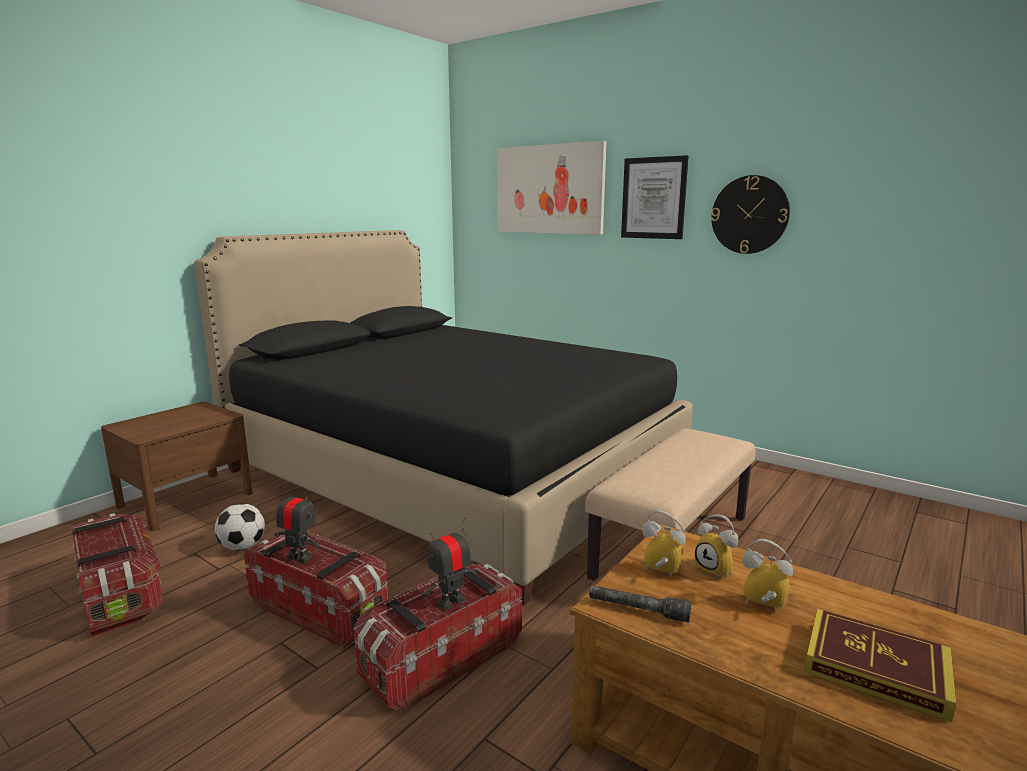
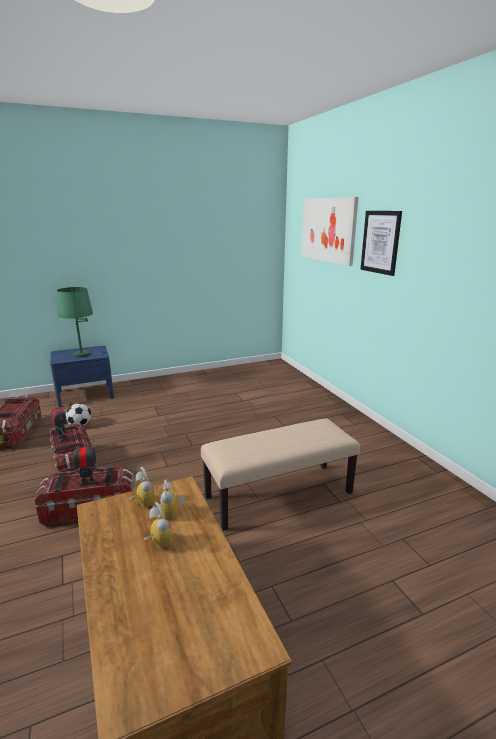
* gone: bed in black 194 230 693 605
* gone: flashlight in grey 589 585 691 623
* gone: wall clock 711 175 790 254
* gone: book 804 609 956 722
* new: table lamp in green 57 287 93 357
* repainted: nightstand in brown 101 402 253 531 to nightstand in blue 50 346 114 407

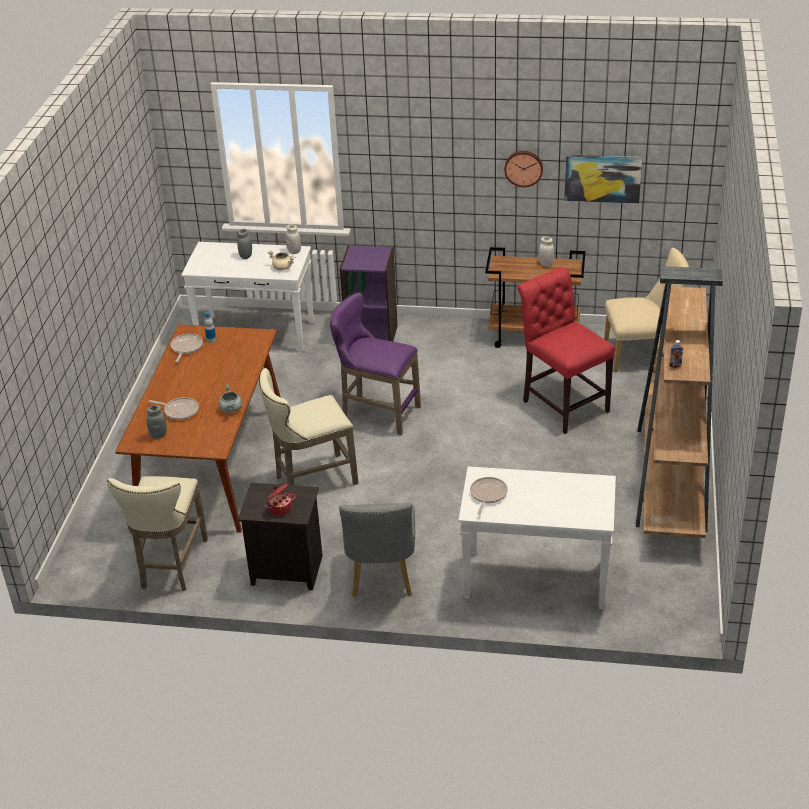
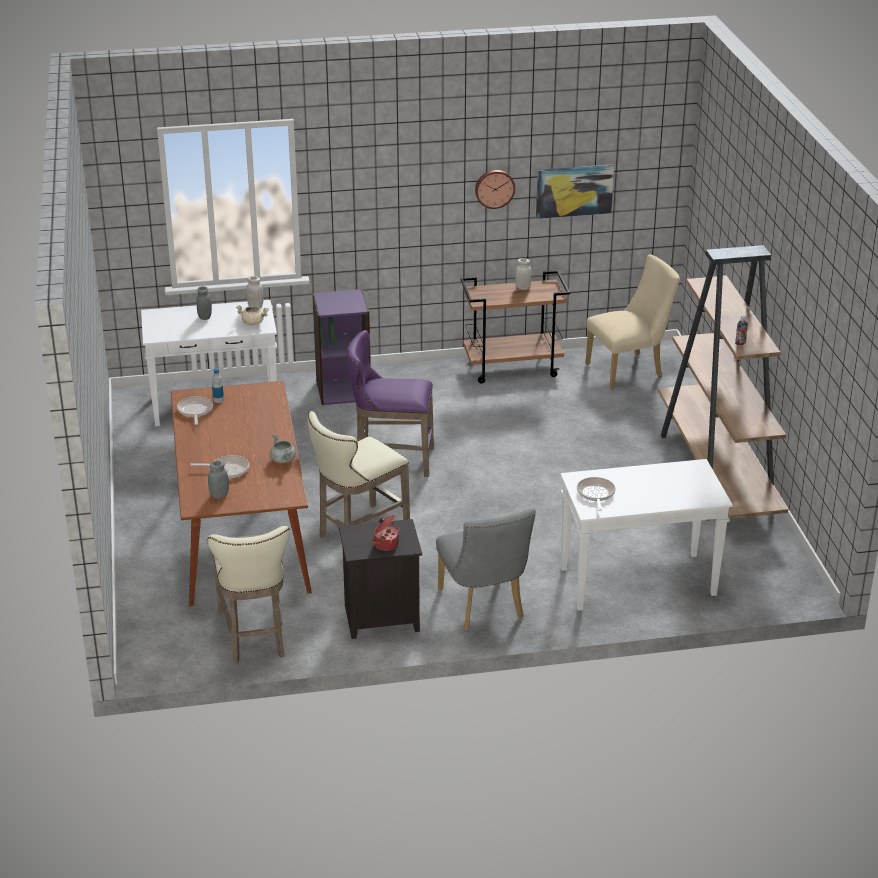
* gone: chair in red 518 267 615 434

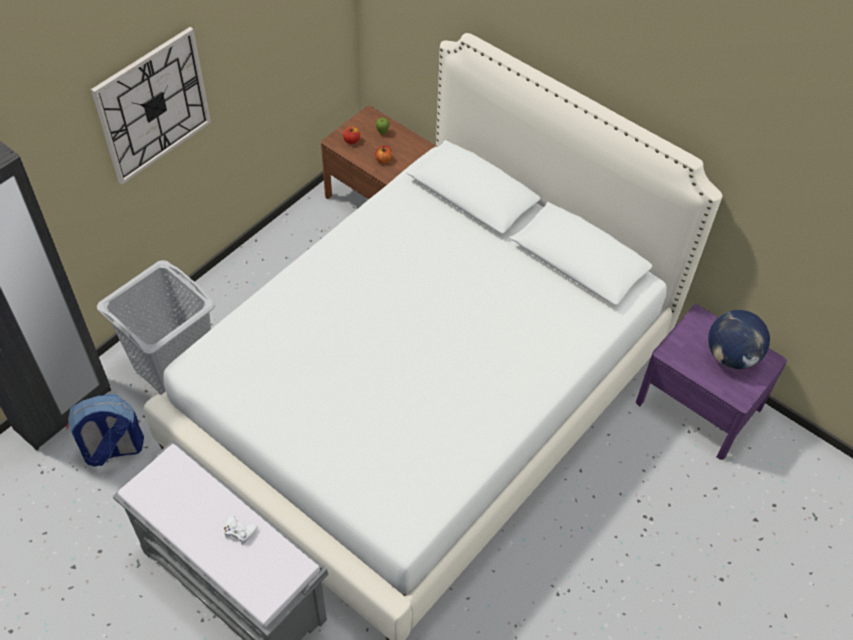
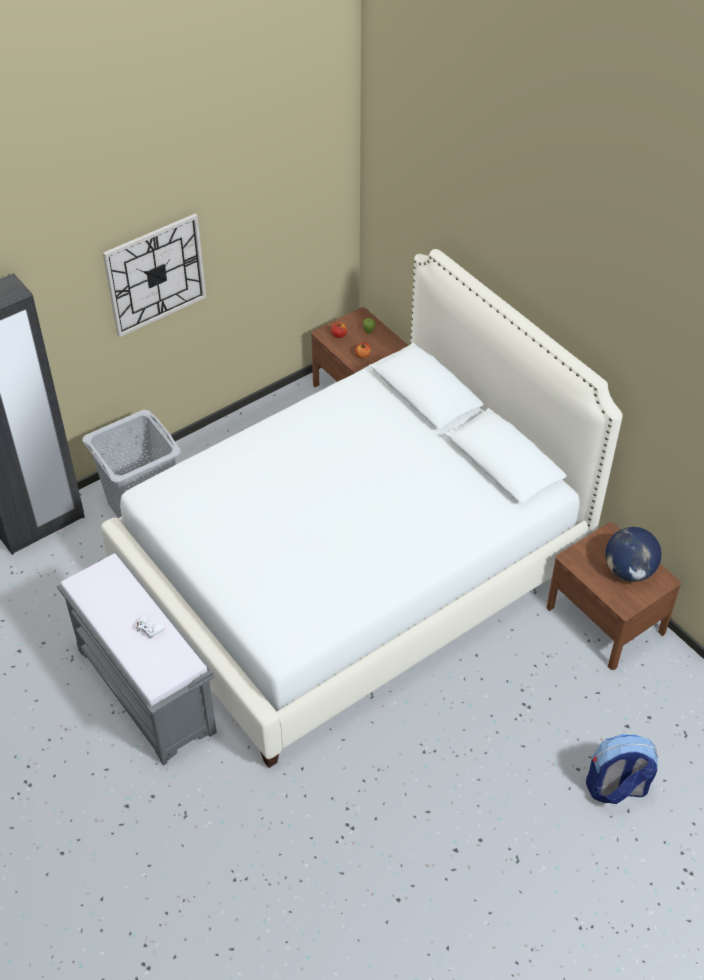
* shifted: backpack 66 394 144 467 to 586 734 658 804
* repainted: nightstand in purple 636 305 787 460 to nightstand in brown 546 522 681 670

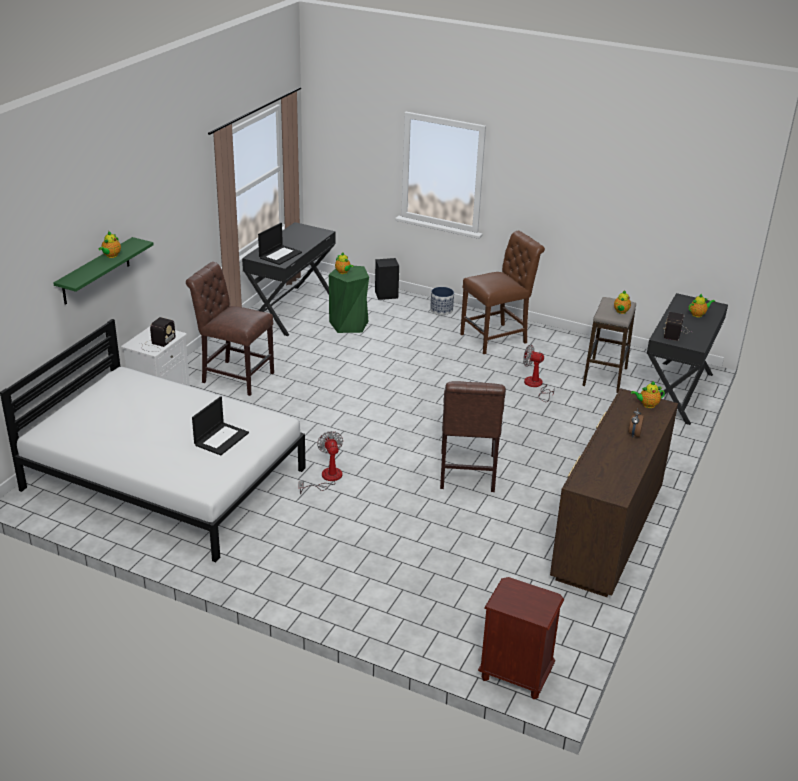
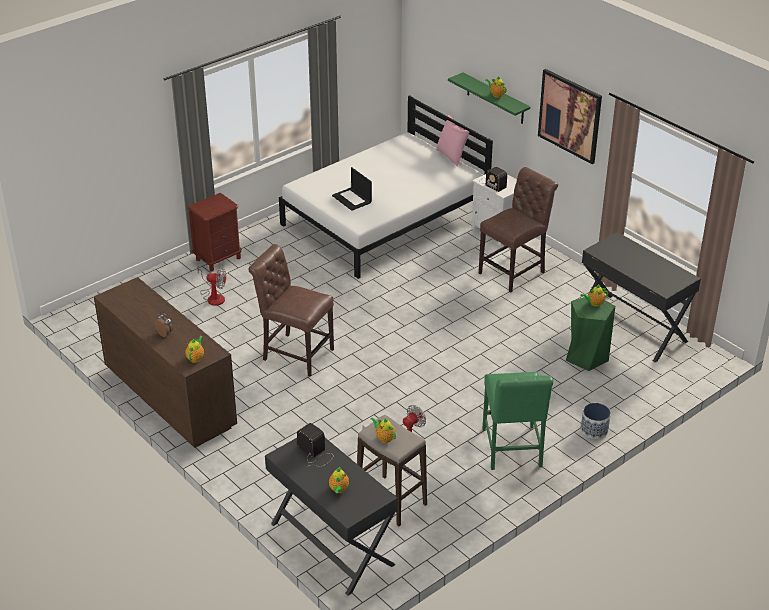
* gone: laptop 258 223 302 265
* gone: speaker in black 375 258 399 300
* new: pillow in pink 437 115 469 167
* new: picture 538 69 602 164
* shifted: fan 298 431 343 494 to 197 265 226 306
* shifted: nightstand in brown 478 577 564 699 to 187 193 242 272
* repainted: chair in brown 460 231 545 354 to chair in green 482 372 553 470

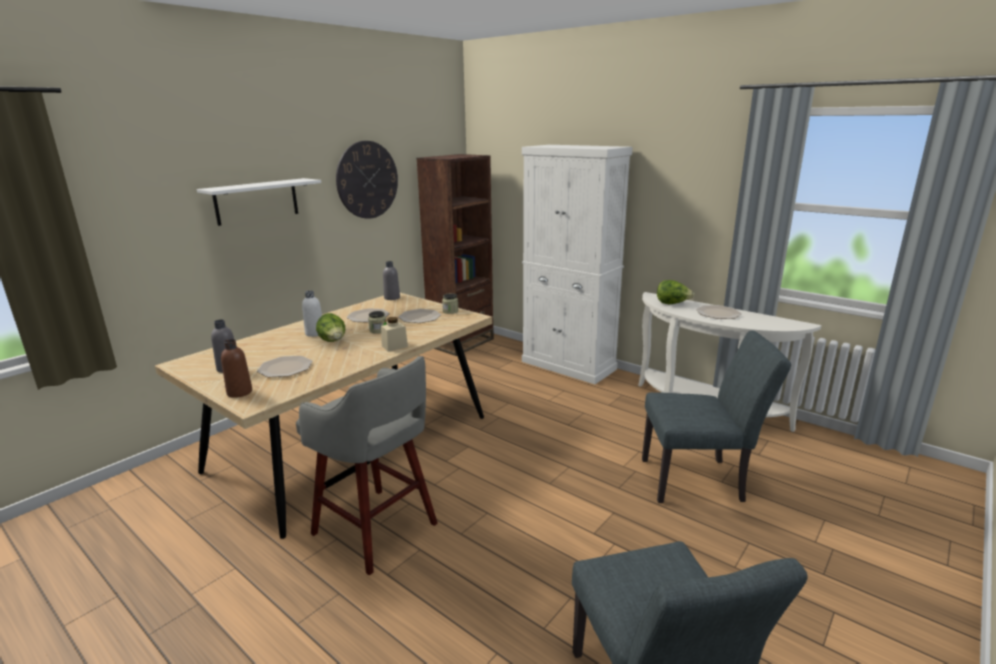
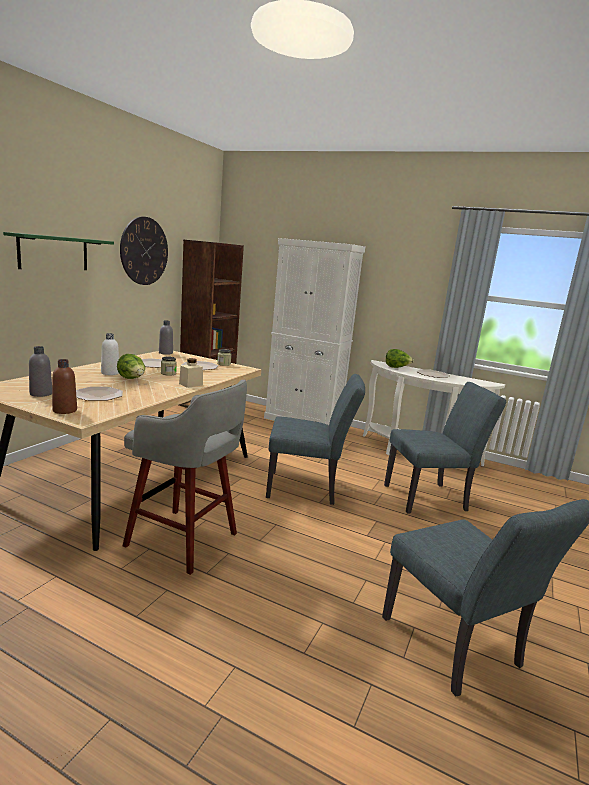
* new: chair in grey 266 374 365 505
* repainted: shelf in white 197 178 321 226 to shelf in green 3 232 114 270

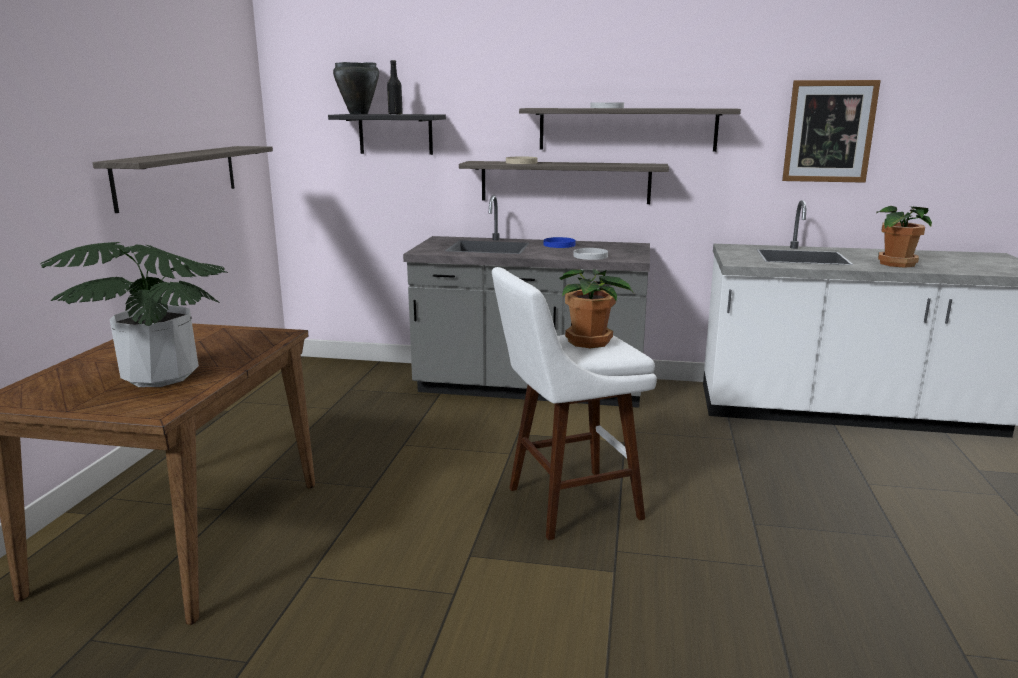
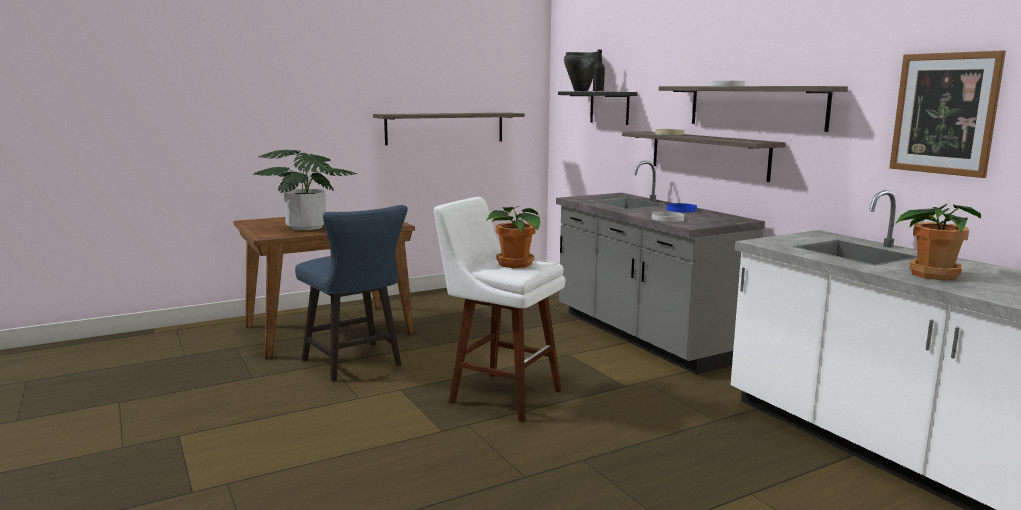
* new: chair in blue 295 205 408 382

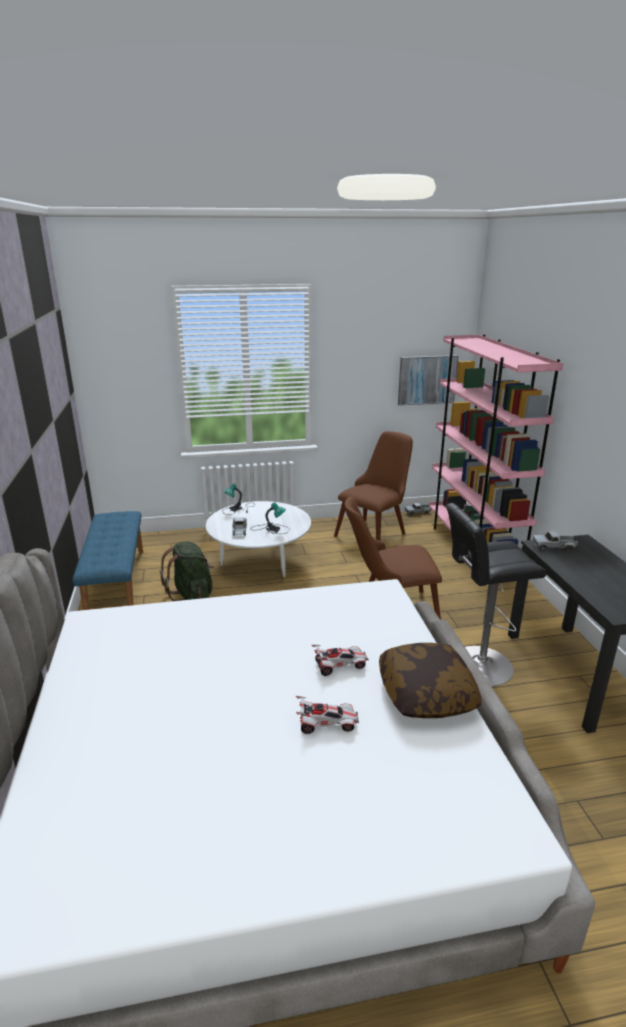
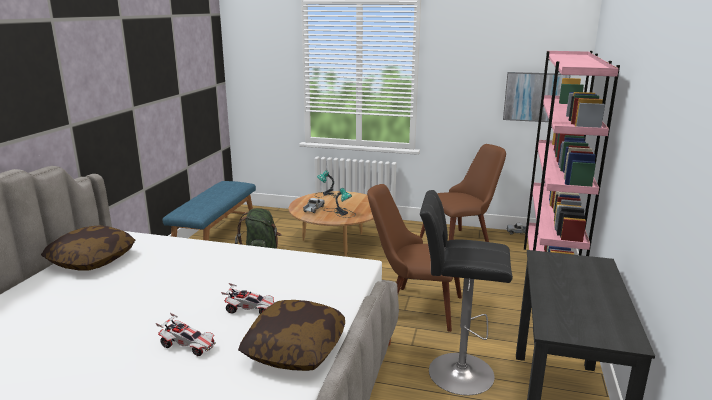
* gone: toy truck 532 531 579 551
* new: pillow 41 225 135 271
* repainted: coffee table in white 206 501 311 577 to coffee table in brown 289 191 374 257

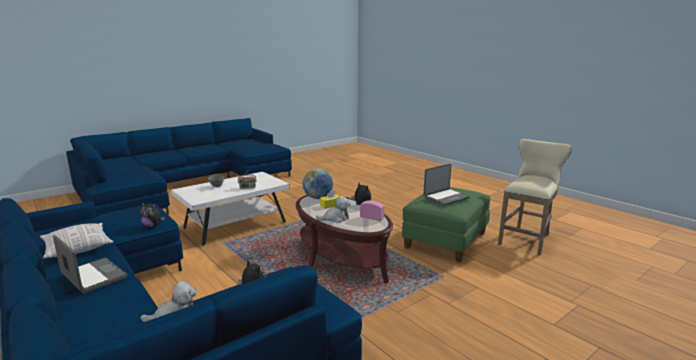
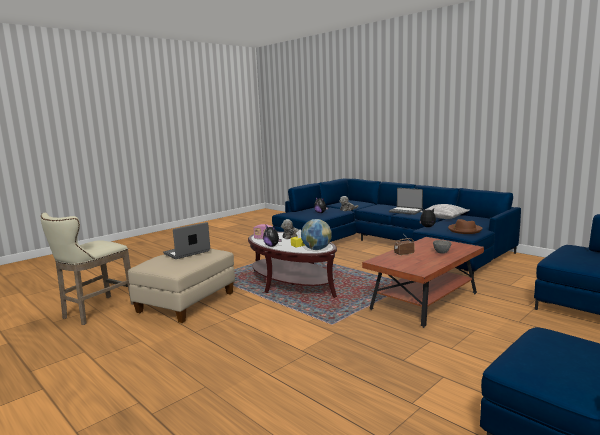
* new: hat in brown 448 219 483 234
* repainted: coffee table in white 171 172 290 246 to coffee table in brown 362 237 484 328
* repainted: ottoman in green 402 187 490 262 to ottoman in beige 128 248 235 323

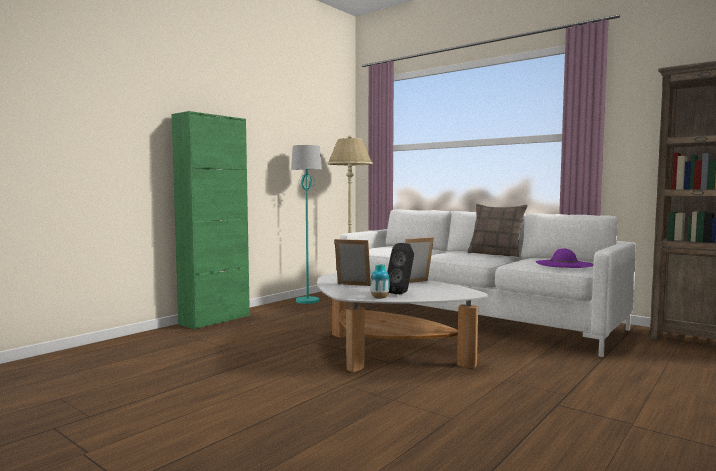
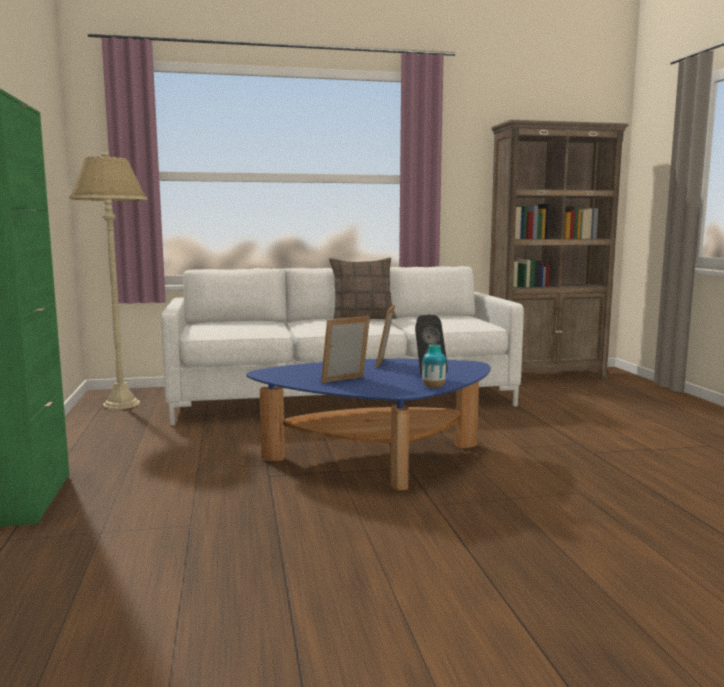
* gone: floor lamp in turquoise 291 145 322 304
* gone: hat in purple 536 248 593 268
* repainted: coffee table in white 317 273 488 372 to coffee table in blue 246 359 491 491

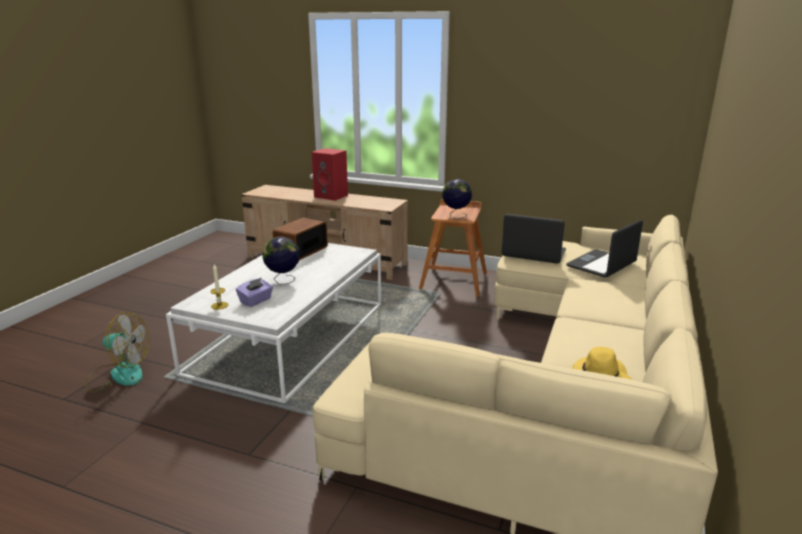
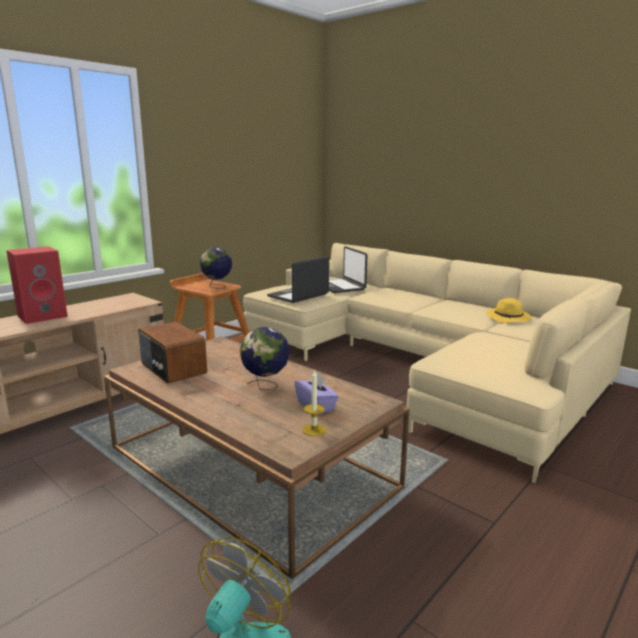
* repainted: coffee table in white 166 243 381 403 to coffee table in brown 104 336 410 579

